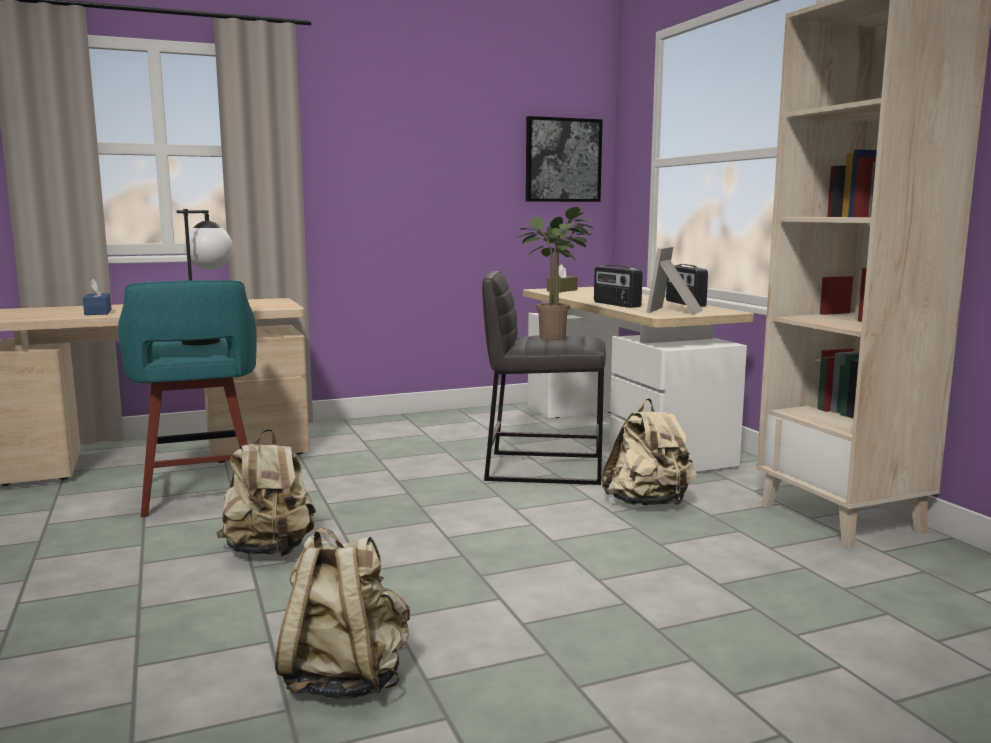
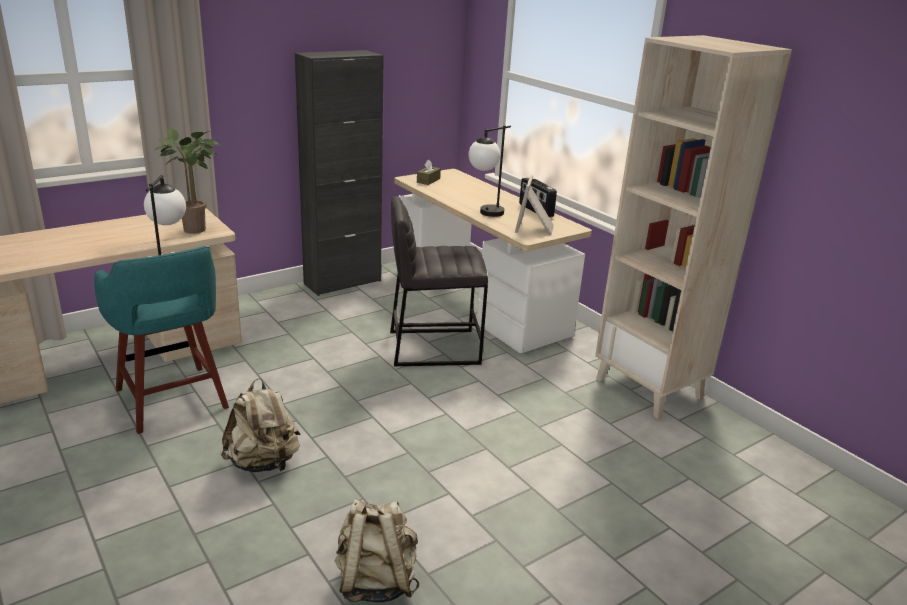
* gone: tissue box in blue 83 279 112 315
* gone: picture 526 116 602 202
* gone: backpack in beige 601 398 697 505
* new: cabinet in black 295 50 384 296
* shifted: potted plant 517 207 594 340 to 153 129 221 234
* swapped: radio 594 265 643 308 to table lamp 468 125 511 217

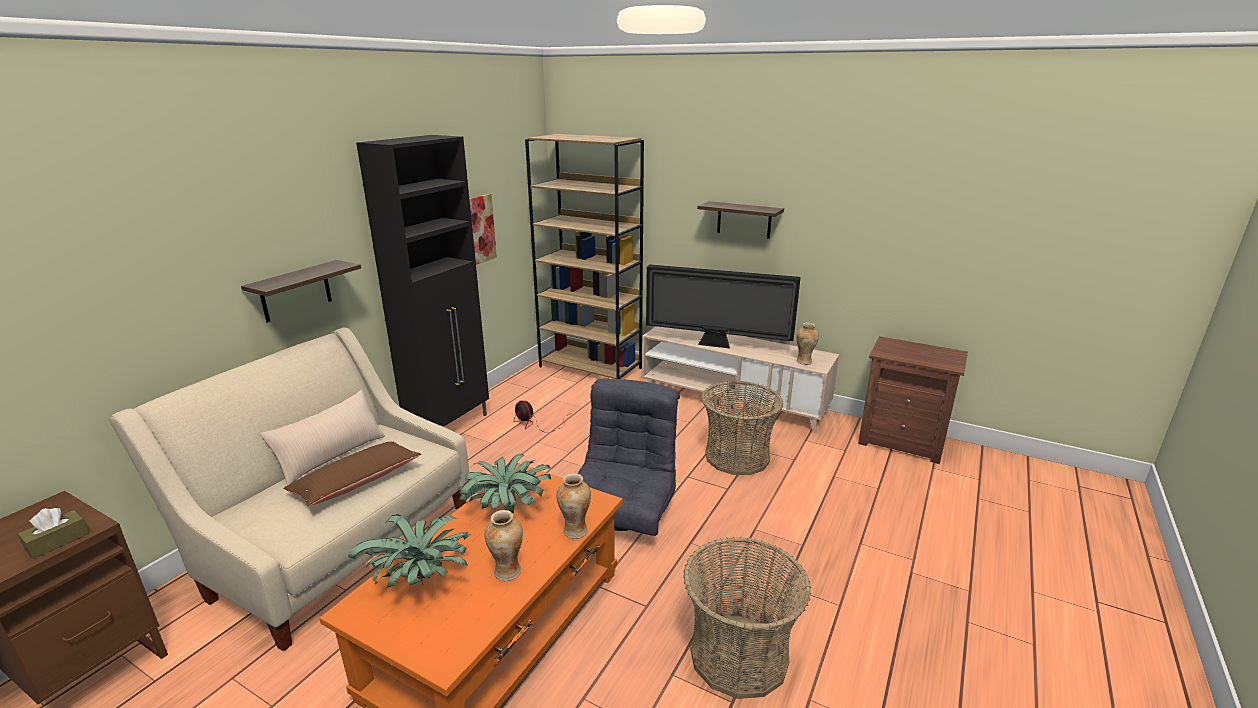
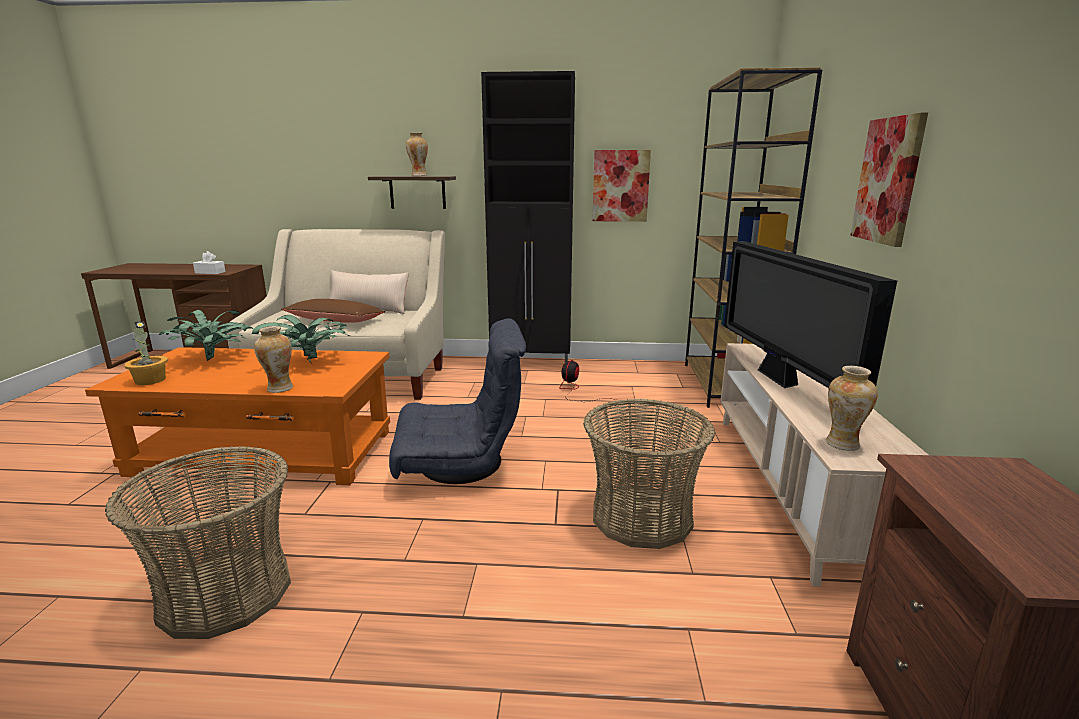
* new: potted plant 124 321 168 385
* shifted: vase 485 510 523 581 to 406 133 428 176
* swapped: shelf 697 201 784 239 to picture 850 112 928 247
* repainted: tissue box in brown 18 508 89 559 to tissue box in white 193 251 226 274

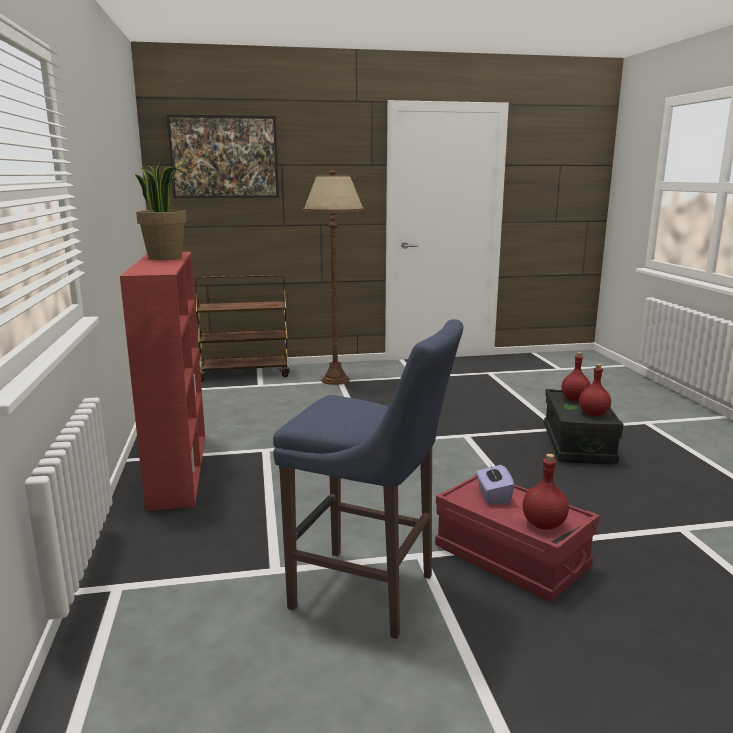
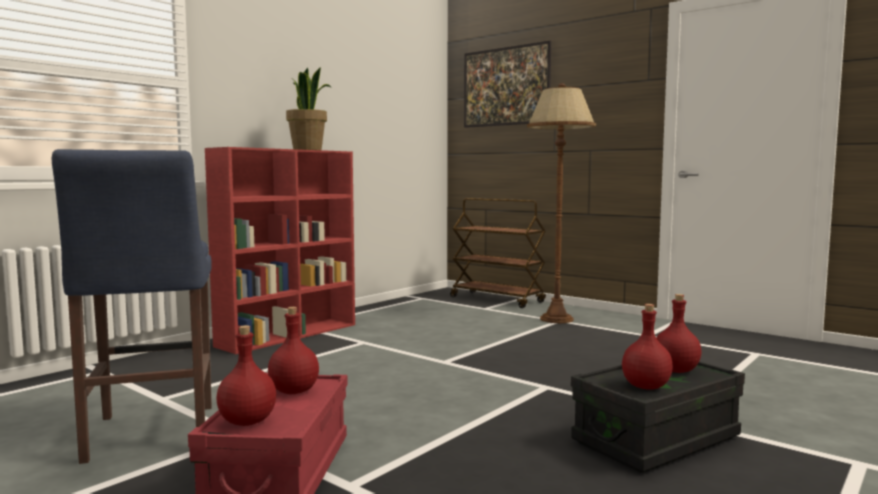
* swapped: tissue box in purple 476 461 515 504 to bottle in red 268 307 319 394

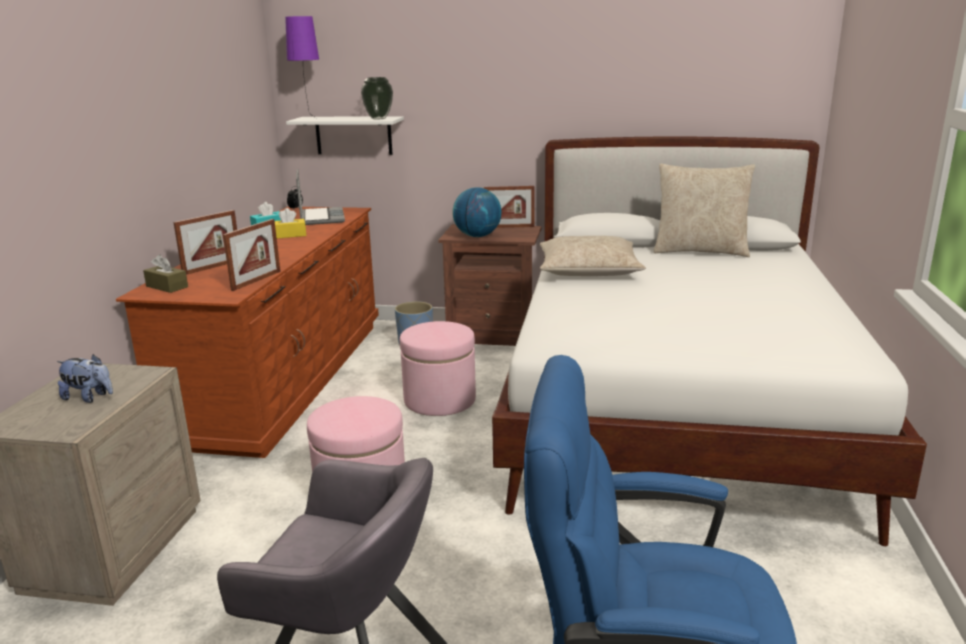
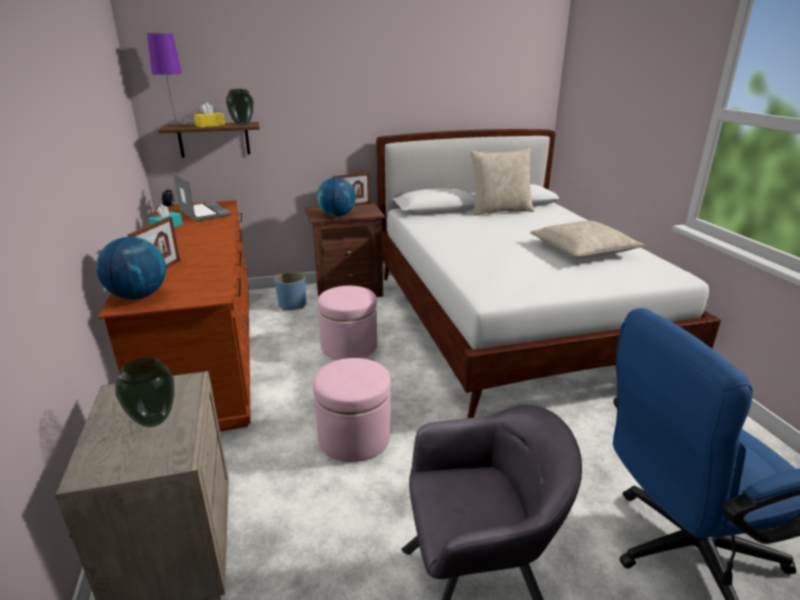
* gone: picture frame 223 219 281 291
* shifted: tissue box in yellow 275 208 306 239 to 194 103 225 127
* shifted: pillow in beige 540 236 646 276 to 530 221 644 259
* swapped: plush toy 57 354 113 403 to vase 115 357 175 427
* swapped: tissue box in brown 143 254 188 293 to globe 96 237 166 299
* repainted: shelf in white 286 116 404 155 to shelf in brown 158 122 260 158

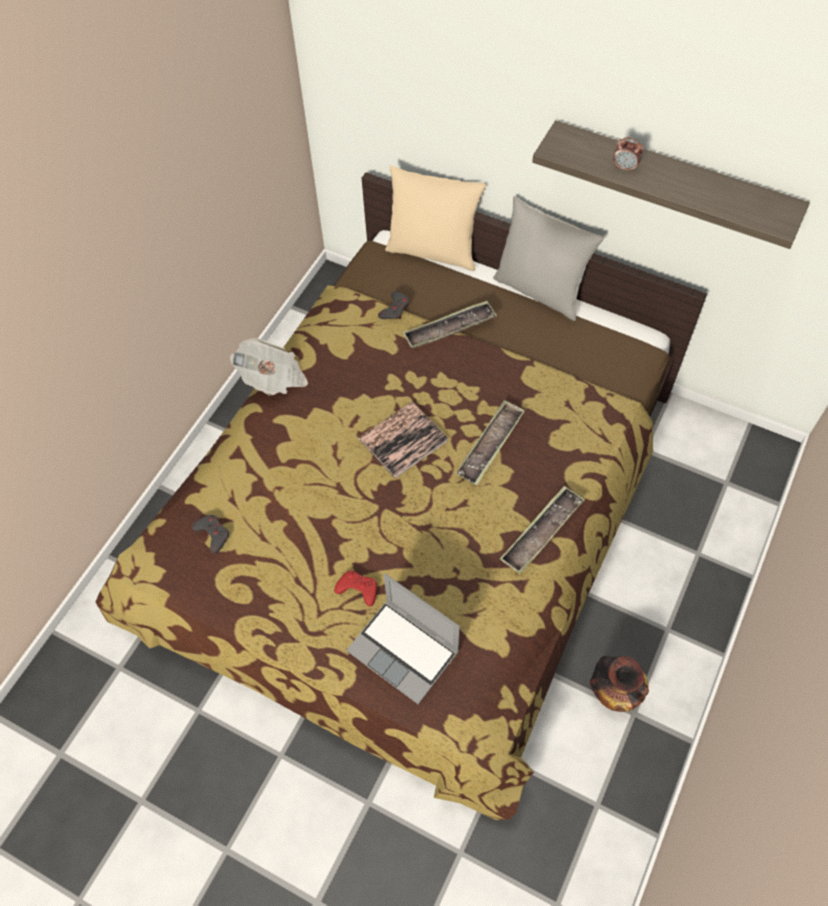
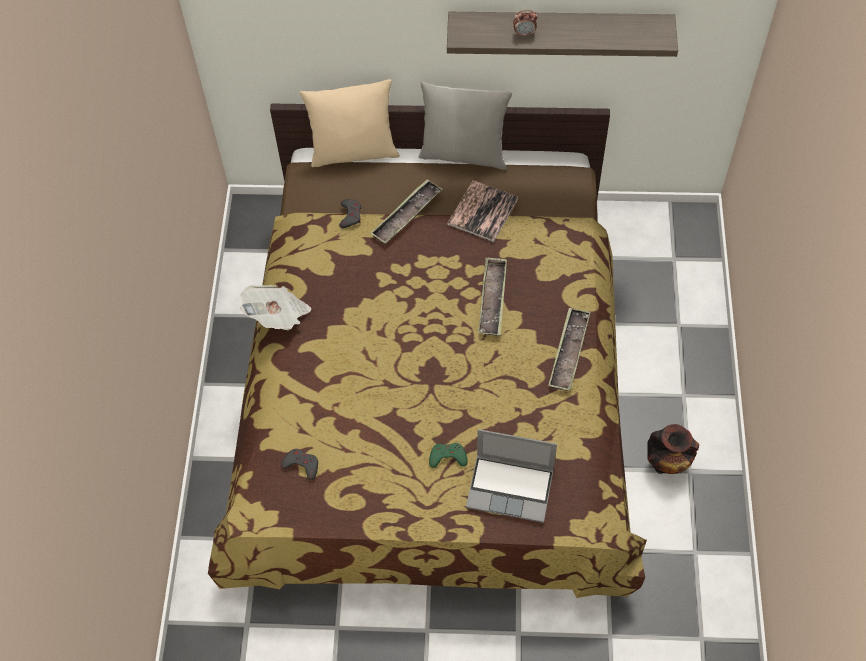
* shifted: book 358 401 449 478 to 447 180 518 243
* repainted: game controller in red 334 571 377 606 to game controller in green 429 443 467 468

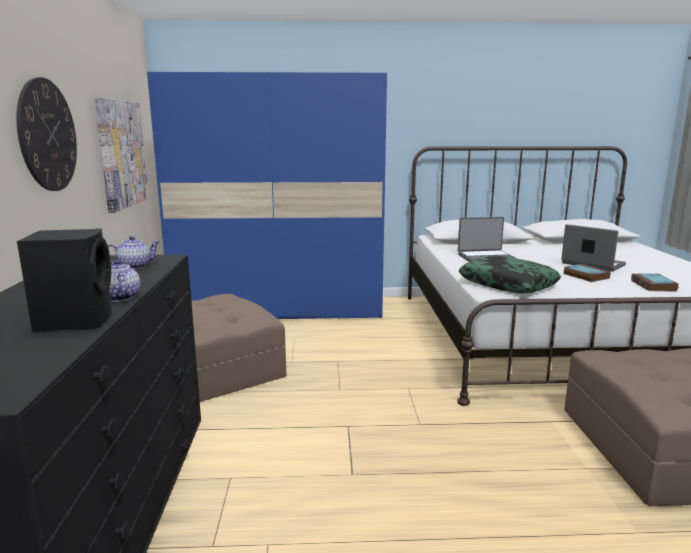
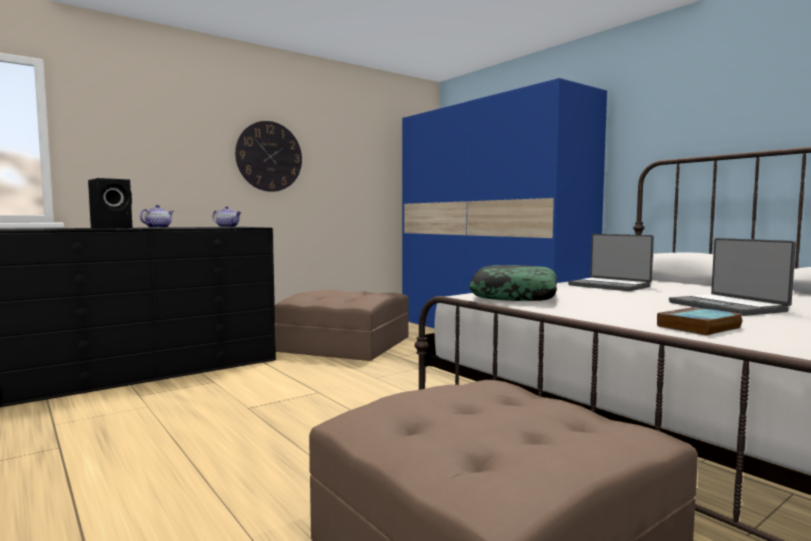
* gone: picture 95 97 149 213
* gone: book 564 264 611 282
* rotated: laptop 561 224 626 272 = 669 238 796 316 150 degrees clockwise

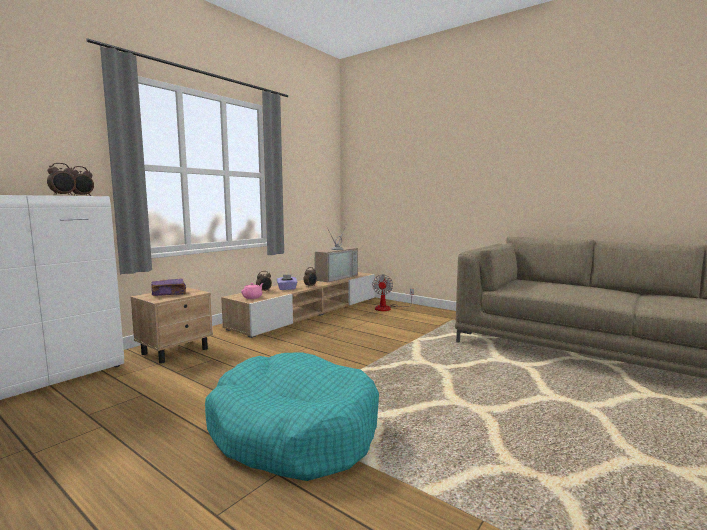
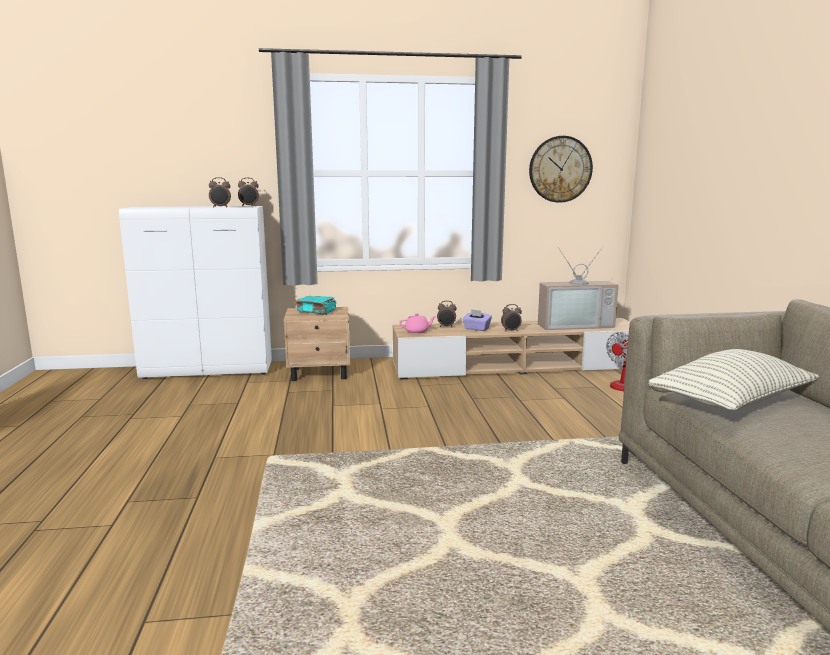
* gone: dog bed in turquoise 205 352 379 481
* new: wall clock 529 136 593 203
* new: pillow 649 349 820 411
* repainted: book in purple 151 279 186 296 to book in turquoise 295 296 336 315

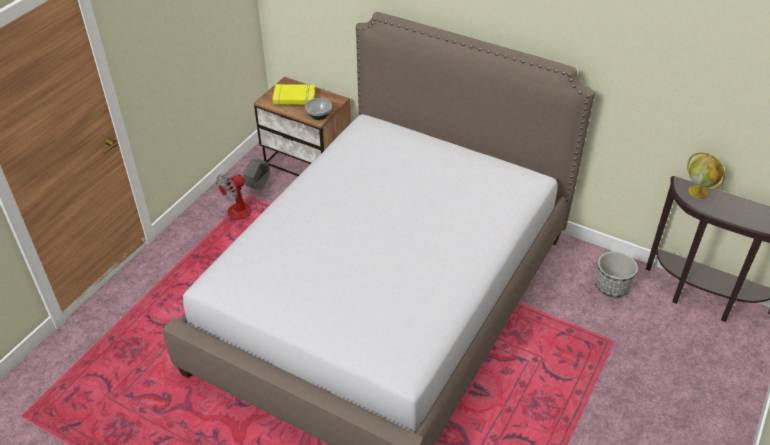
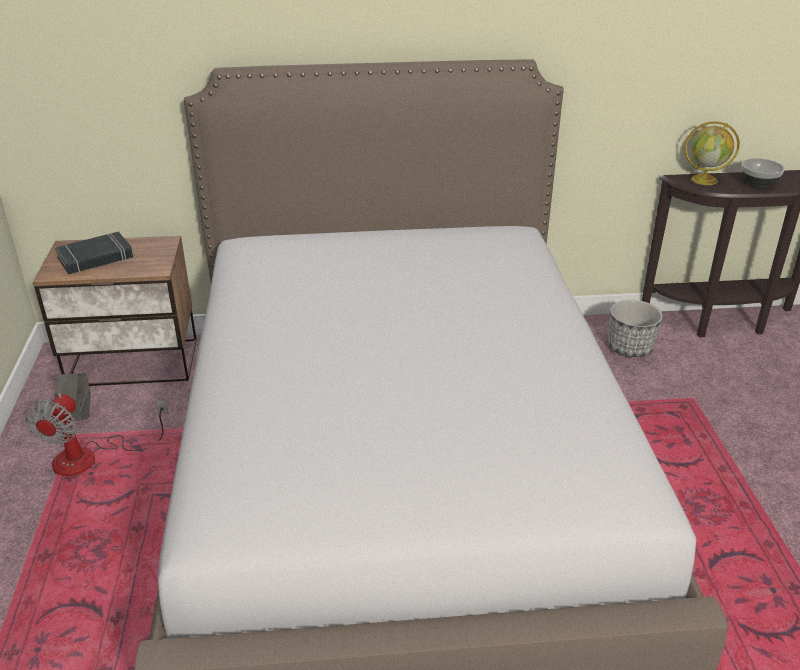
* shifted: bowl 305 98 332 120 to 741 158 785 188
* repainted: book in yellow 273 84 315 106 to book in black 55 232 133 274

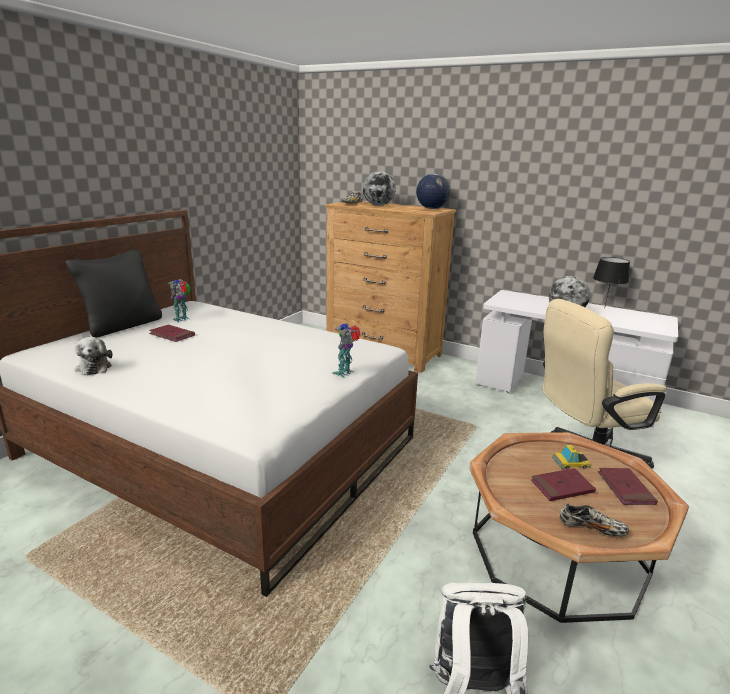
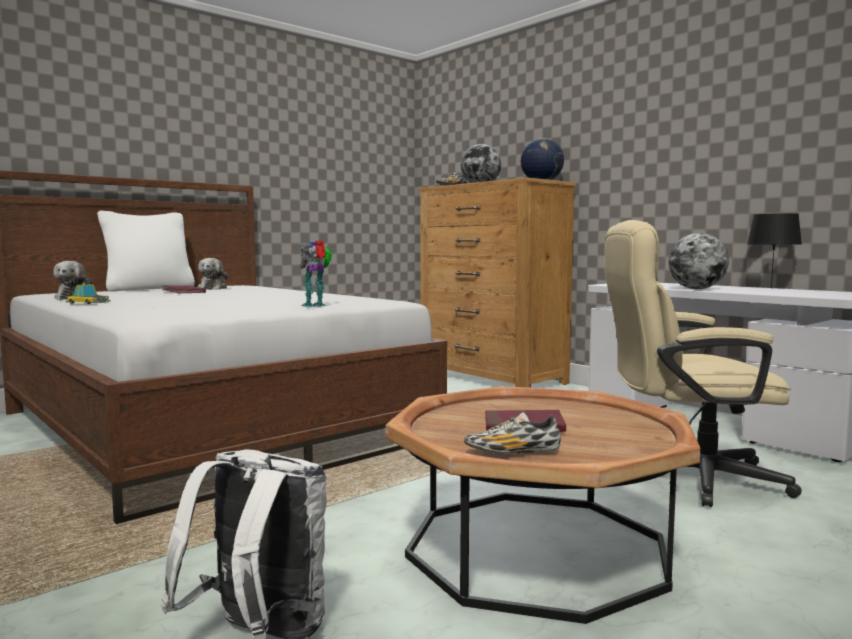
* gone: book in red 598 468 658 505
* shifted: toy car 552 445 591 469 to 65 282 111 304
* swapped: toy robot 167 279 191 322 to plush toy 197 258 228 290
* repainted: pillow in black 65 250 162 338 to pillow in white 97 211 195 292
* rotated: shoe 560 503 629 536 = 464 412 561 454 135 degrees clockwise

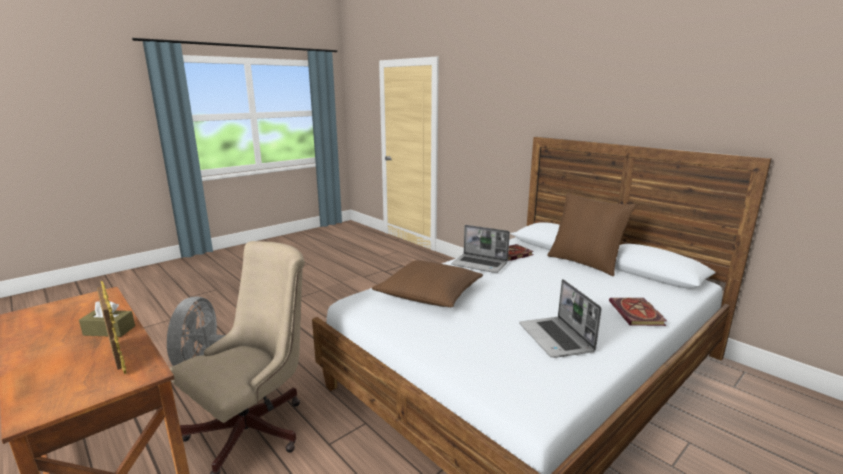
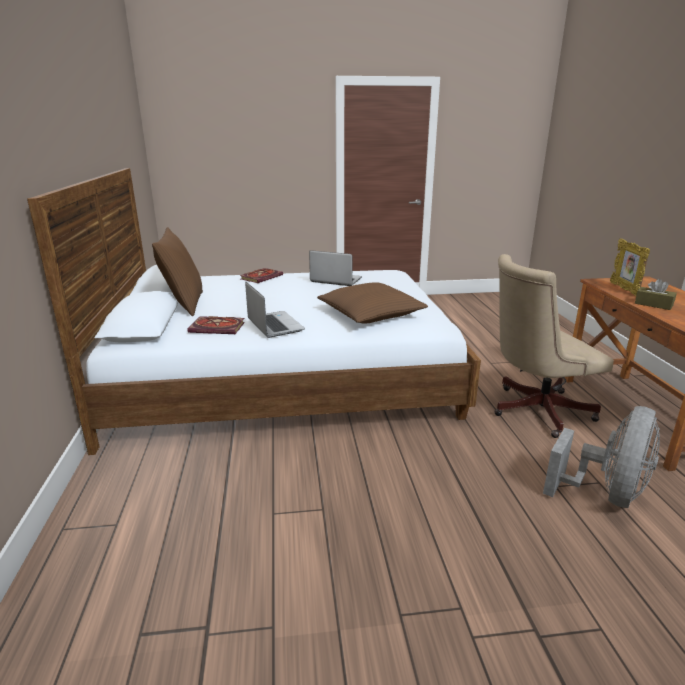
* rotated: laptop 519 279 602 358 = 309 250 362 286 90 degrees counterclockwise

